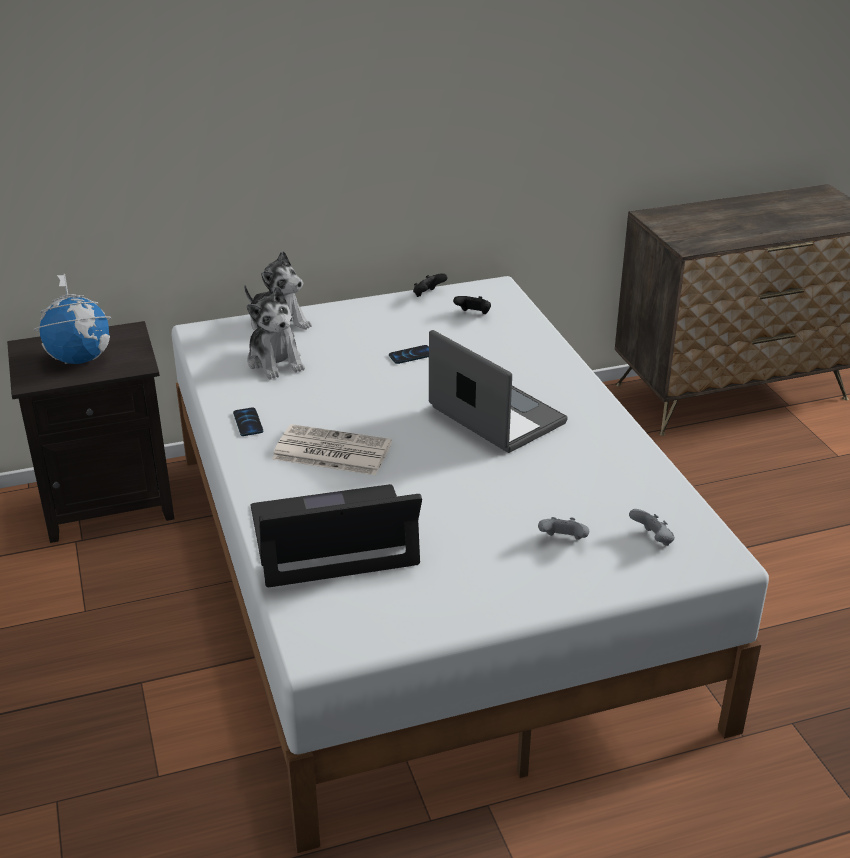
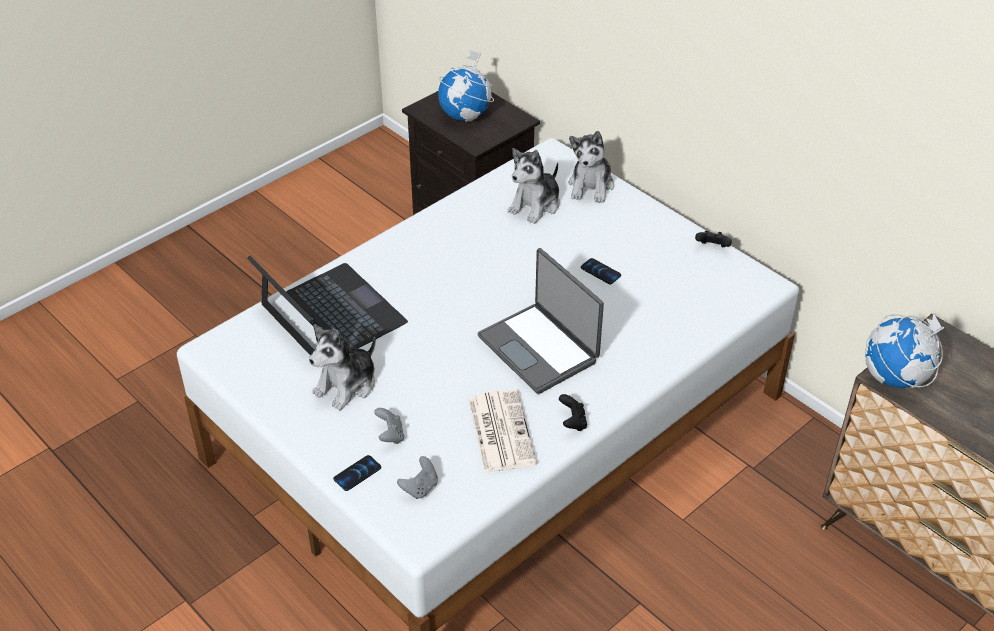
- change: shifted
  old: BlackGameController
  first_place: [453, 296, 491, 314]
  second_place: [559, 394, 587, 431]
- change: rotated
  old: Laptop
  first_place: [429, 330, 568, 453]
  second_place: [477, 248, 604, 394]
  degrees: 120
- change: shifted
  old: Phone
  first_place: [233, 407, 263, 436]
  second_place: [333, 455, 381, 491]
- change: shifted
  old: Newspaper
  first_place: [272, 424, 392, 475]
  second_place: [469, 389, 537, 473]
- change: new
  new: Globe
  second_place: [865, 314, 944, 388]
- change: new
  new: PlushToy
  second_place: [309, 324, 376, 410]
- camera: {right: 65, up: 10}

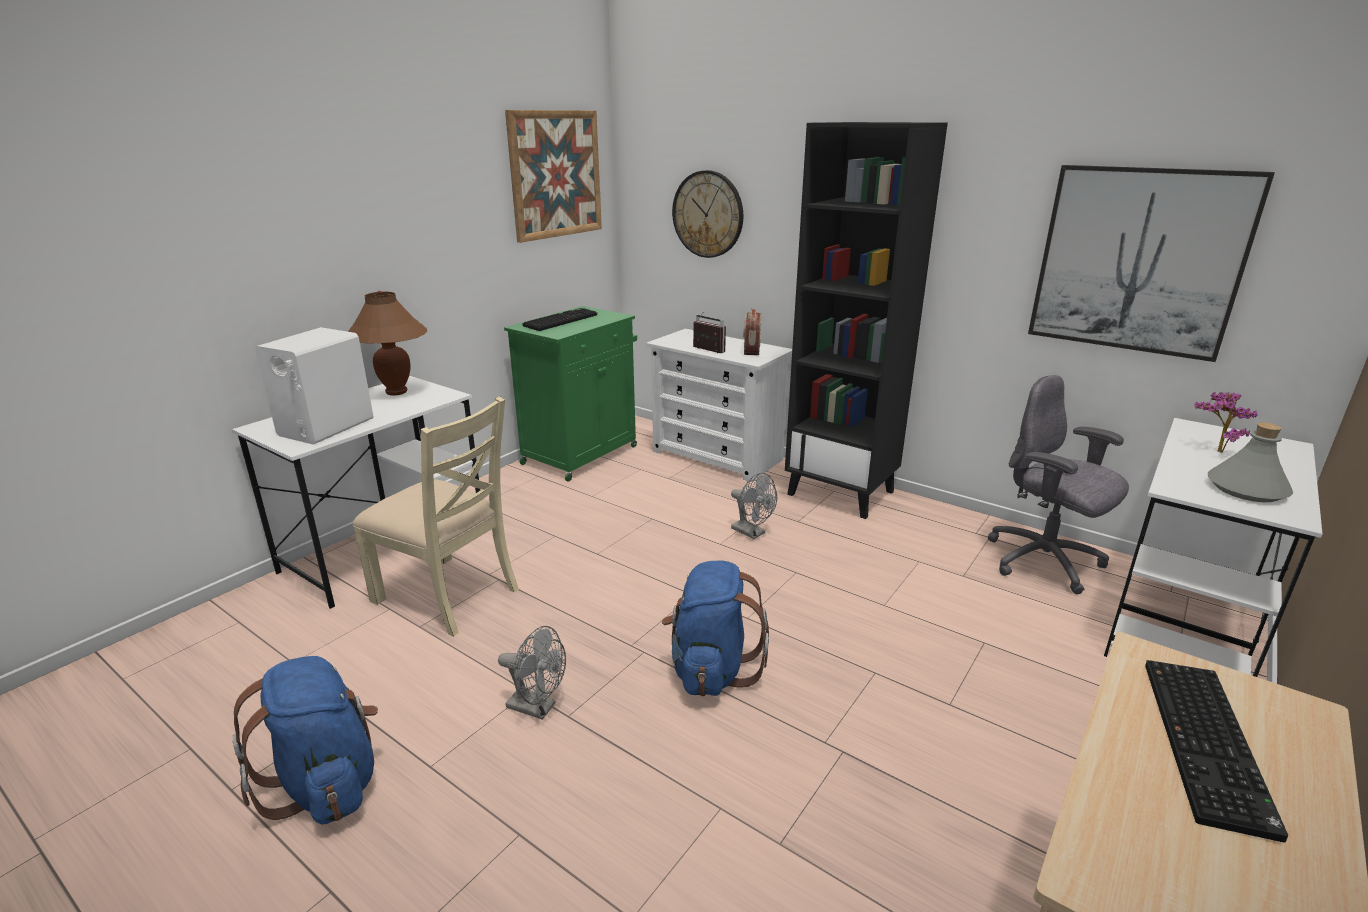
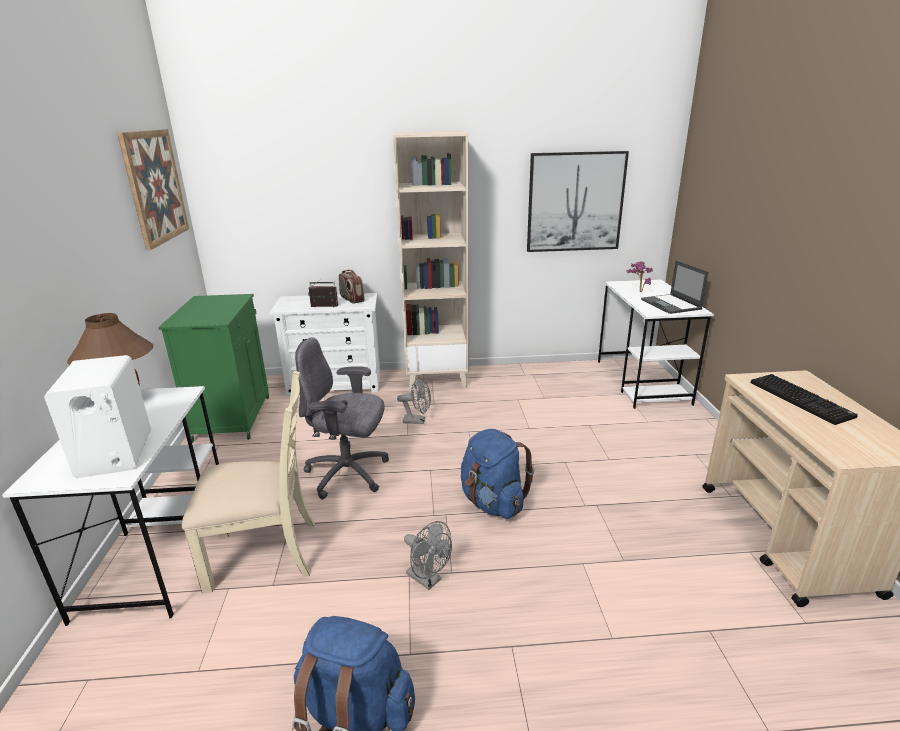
- change: repainted
  old: BlackBookcase
  new: BeigeBookcase
  first_place: [785, 122, 948, 519]
  second_place: [393, 131, 469, 391]
- change: gone
  old: WallClock
  first_place: [672, 170, 743, 258]
- change: gone
  old: Keyboard
  first_place: [523, 308, 597, 331]
- change: shifted
  old: GreyOfficeChair
  first_place: [988, 375, 1129, 594]
  second_place: [295, 337, 389, 500]
- change: swapped
  old: GreyBottle
  new: Laptop
  first_place: [1208, 422, 1293, 502]
  second_place: [641, 261, 708, 314]
- change: rotated
  old: GreyFan
  first_place: [498, 626, 566, 720]
  second_place: [404, 521, 452, 590]
  degrees: 60
- camera: {right: -40, up: 0}

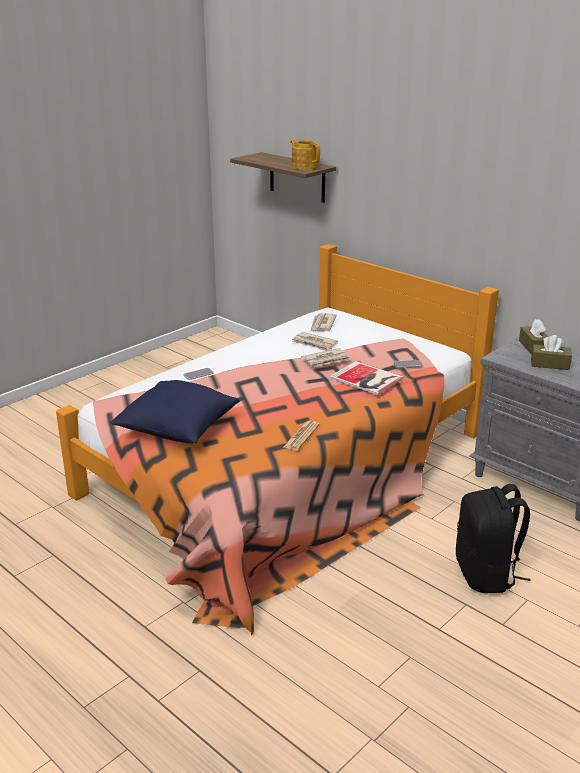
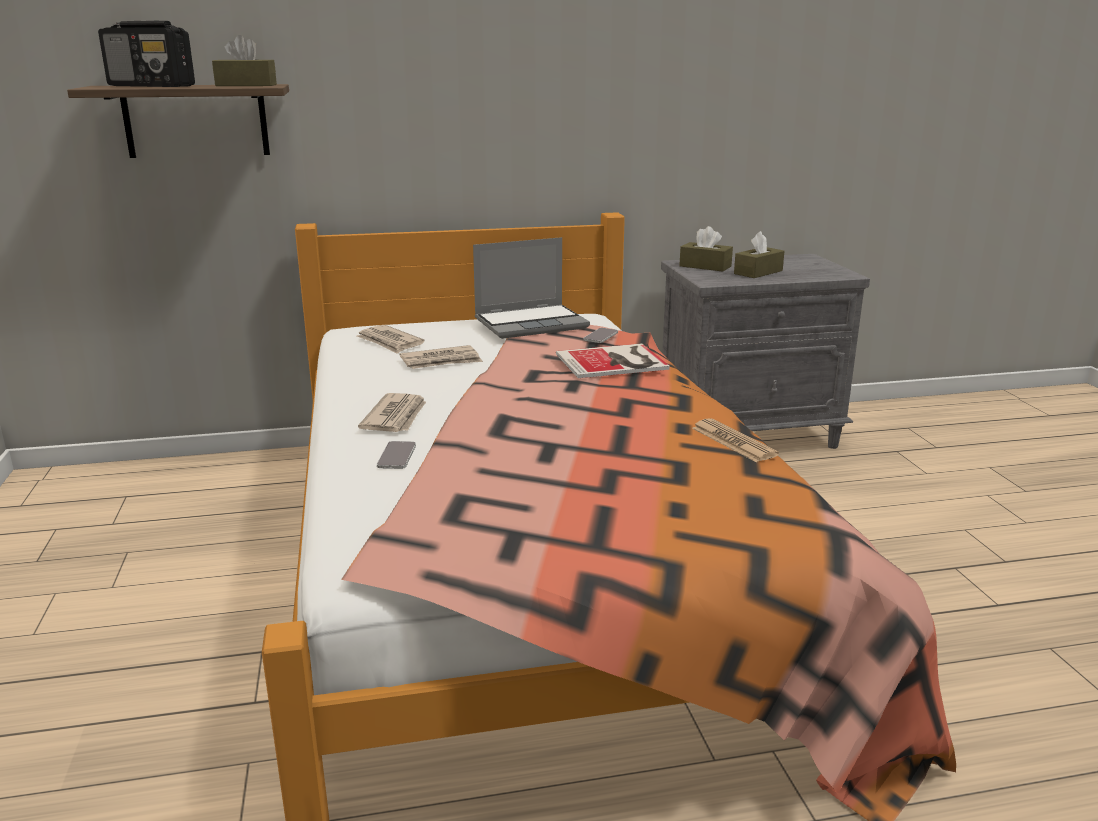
- change: swapped
  old: Teapot
  new: BrownTissueBox
  first_place: [290, 140, 320, 170]
  second_place: [212, 35, 277, 86]
- change: shifted
  old: Newspaper
  first_place: [301, 348, 351, 367]
  second_place: [358, 393, 426, 432]
- change: gone
  old: BluePillow
  first_place: [110, 380, 240, 444]
- change: gone
  old: BlackBackpack
  first_place: [456, 484, 531, 593]
- change: new
  new: Radio
  second_place: [98, 21, 195, 87]
- change: new
  new: Laptop
  second_place: [473, 237, 590, 339]
- camera: {right: -55, up: -5}

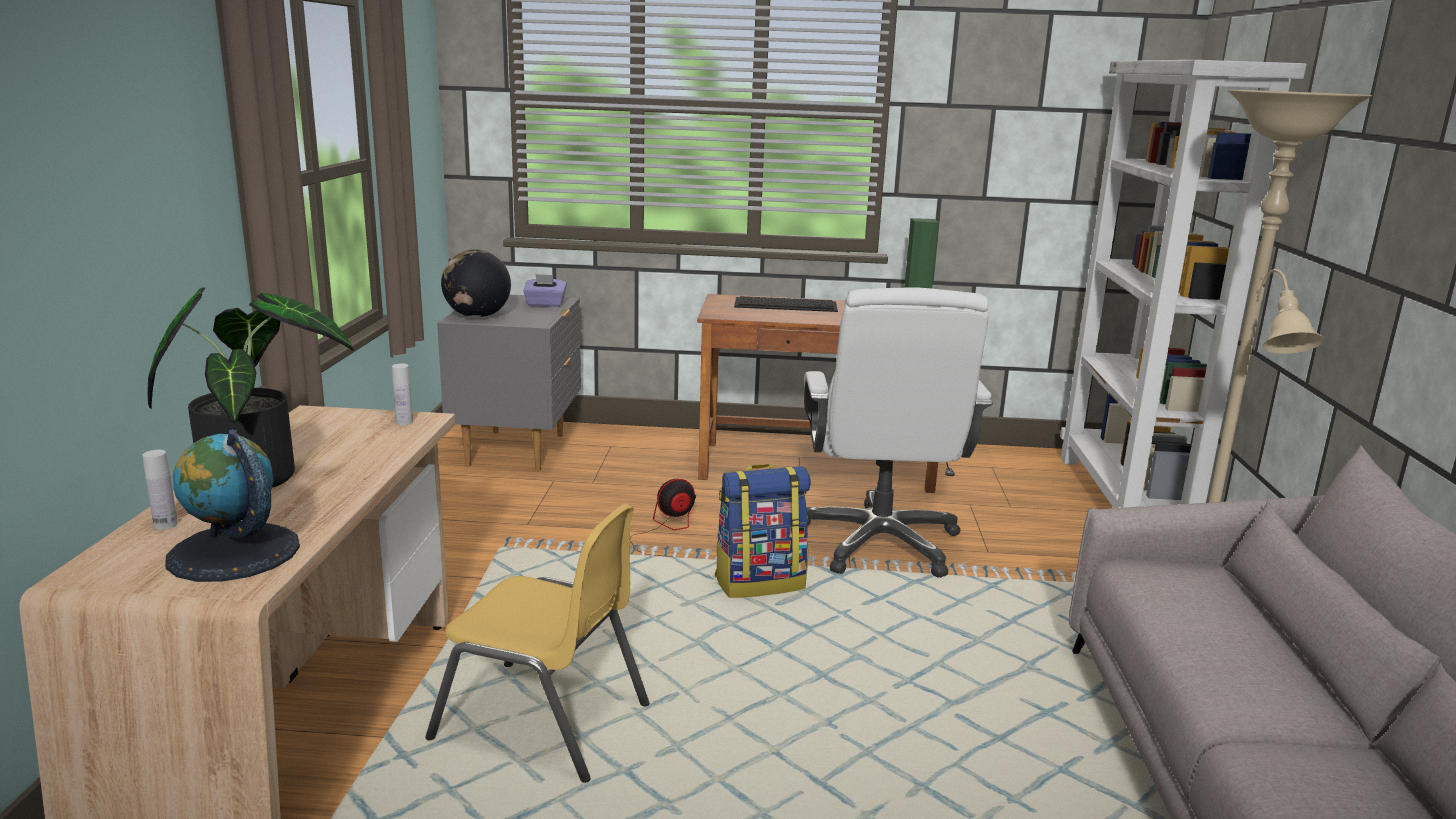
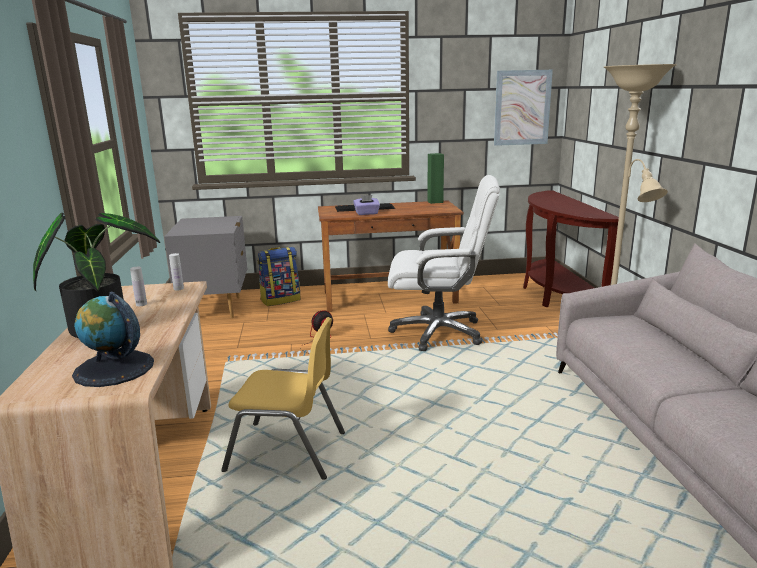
- change: swapped
  old: WhiteBookcase
  new: BrownConsoleTable
  first_place: [1060, 60, 1307, 508]
  second_place: [523, 190, 619, 307]
- change: gone
  old: Globe
  first_place: [441, 250, 511, 318]
- change: shifted
  old: PurpleTissueBox
  first_place: [523, 274, 567, 307]
  second_place: [353, 195, 380, 215]
- change: rotated
  old: WhiteOfficeChair
  first_place: [804, 288, 993, 578]
  second_place: [388, 175, 500, 351]
  degrees: -75
- change: shifted
  old: WhiteBottle
  first_place: [142, 450, 178, 530]
  second_place: [130, 267, 147, 306]
- change: shifted
  old: Backpack
  first_place: [715, 464, 811, 598]
  second_place: [258, 247, 300, 306]
- change: new
  new: Picture
  second_place: [494, 70, 553, 146]
- camera: {right: -10, up: 0}

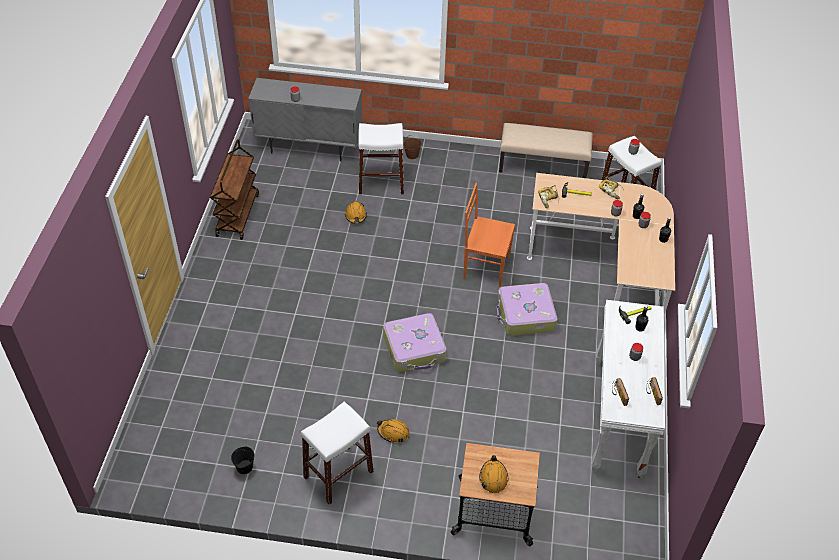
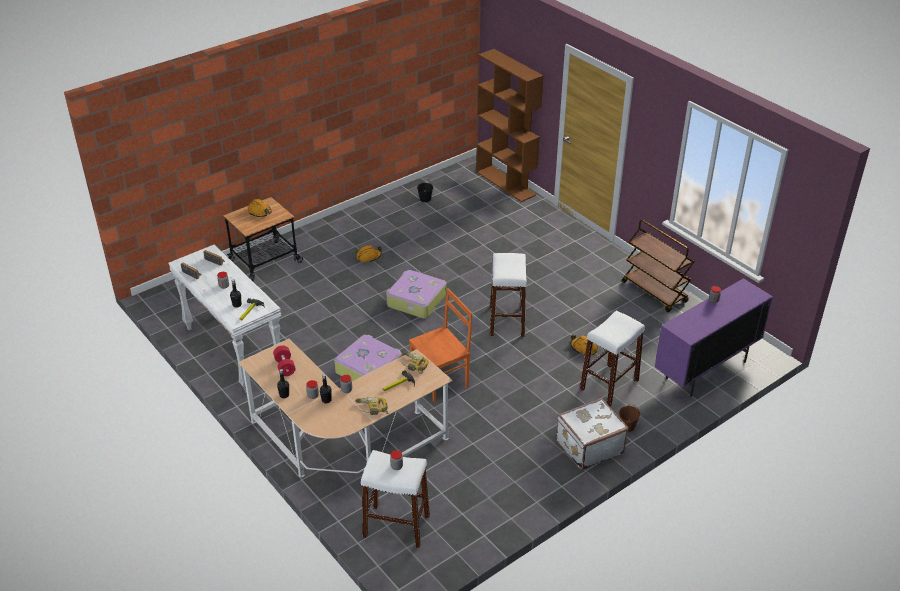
- change: repainted
  old: GreyCabinet
  new: PurpleCabinet
  first_place: [248, 78, 362, 161]
  second_place: [655, 278, 773, 397]
- change: gone
  old: BeigeBench
  first_place: [499, 123, 593, 178]
- change: shifted
  old: WhiteStool
  first_place: [301, 401, 374, 505]
  second_place: [490, 253, 527, 337]
- change: new
  new: BrownBookcase
  second_place: [476, 49, 544, 202]
- change: new
  new: RedDumbbell
  second_place: [273, 346, 296, 376]
- change: new
  new: WhiteSuitcase
  second_place: [556, 397, 629, 470]
- camera: {right: 135, up: -10}

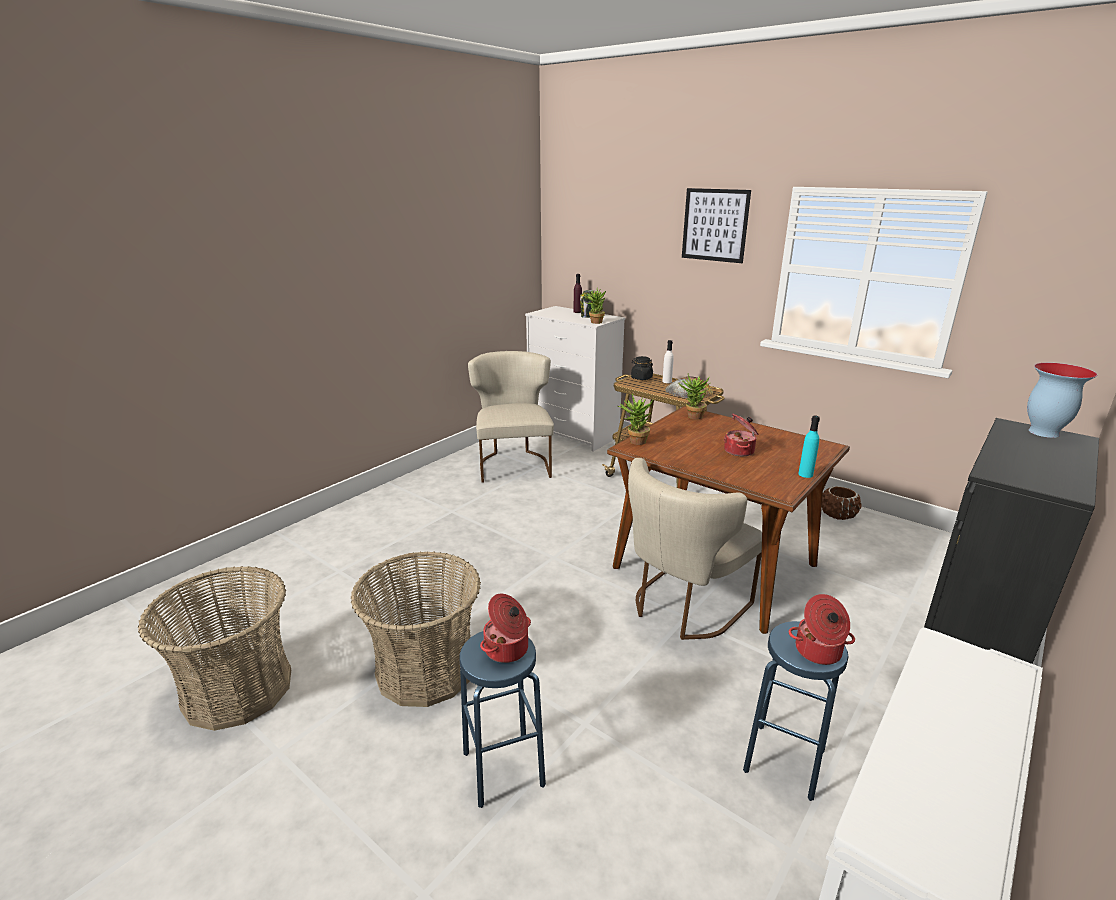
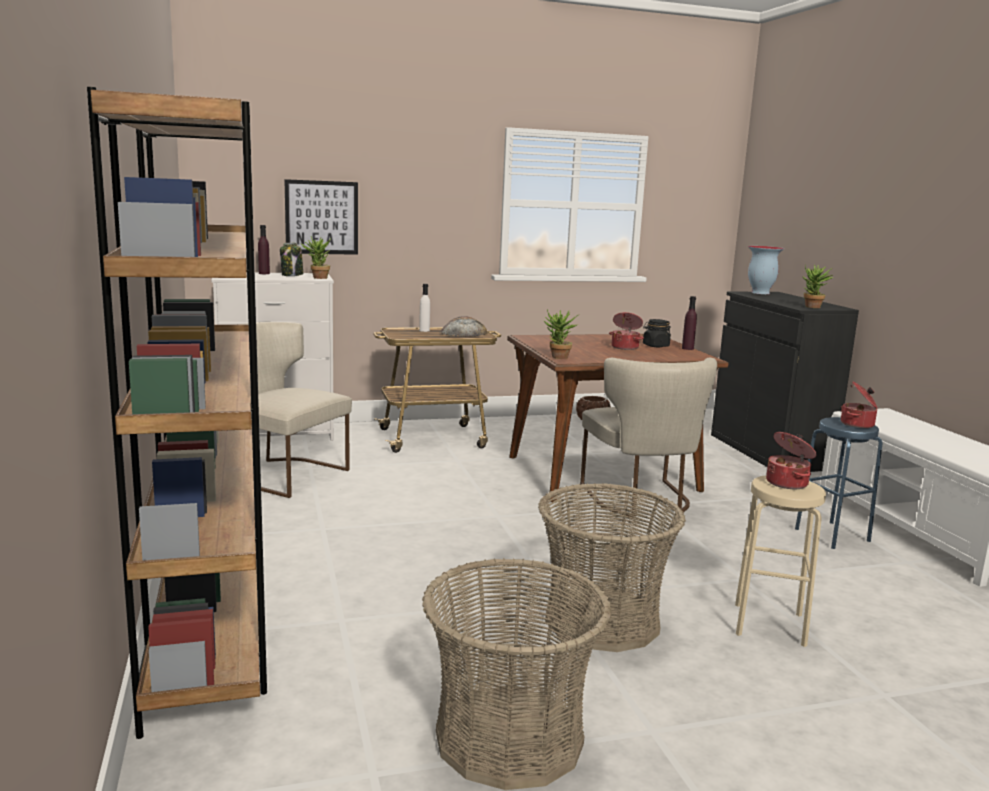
- change: shifted
  old: Picture
  first_place: [682, 188, 751, 263]
  second_place: [285, 179, 358, 255]
- change: shifted
  old: BlackJar
  first_place: [631, 356, 653, 380]
  second_place: [643, 319, 671, 347]
- change: shifted
  old: PottedPlant
  first_place: [678, 374, 710, 419]
  second_place: [802, 265, 833, 308]
- change: repainted
  old: TurquoiseBottle
  new: PurpleBottle
  first_place: [798, 416, 820, 478]
  second_place: [682, 296, 697, 350]
- change: repainted
  old: BlueStool
  new: BeigeStool
  first_place: [460, 631, 546, 808]
  second_place: [735, 475, 826, 647]
- change: new
  new: BrownBookcase
  second_place: [87, 87, 267, 739]
- camera: {right: -55, up: -10}

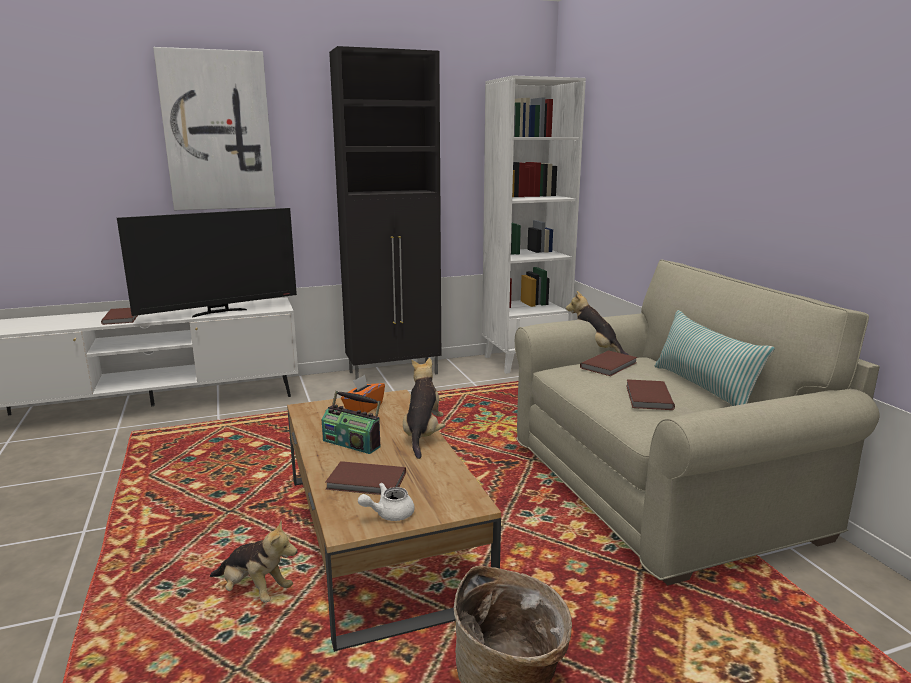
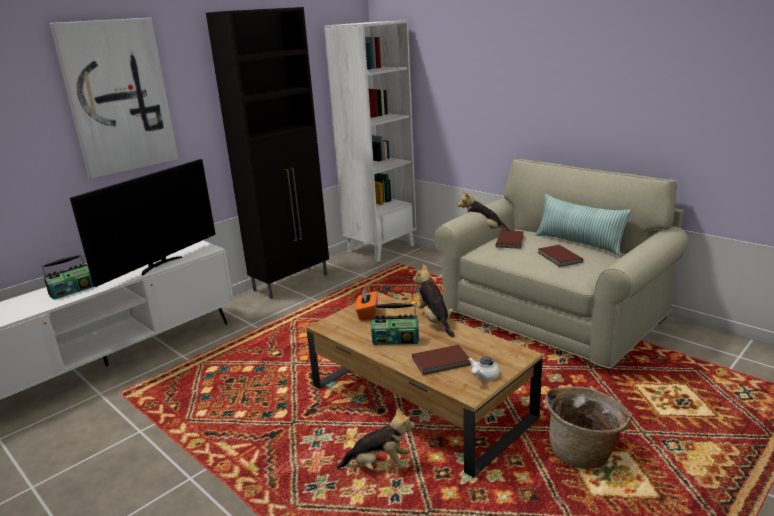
- change: swapped
  old: BrownBook
  new: Radio
  first_place: [101, 308, 138, 325]
  second_place: [42, 255, 94, 300]
- camera: {right: -25, up: 5}

